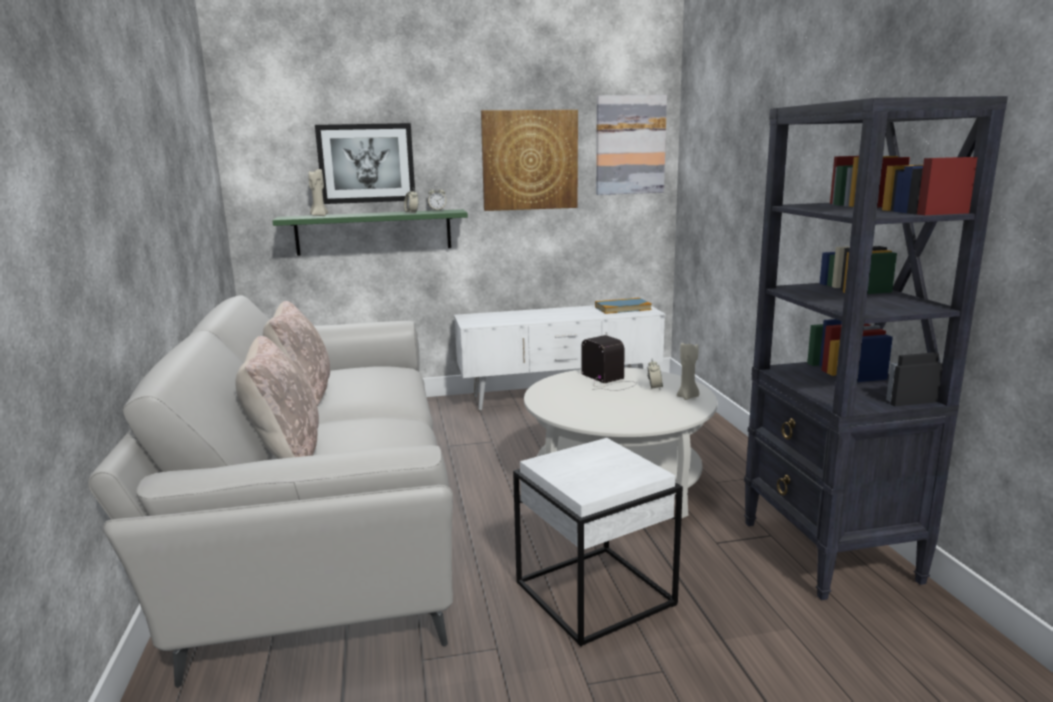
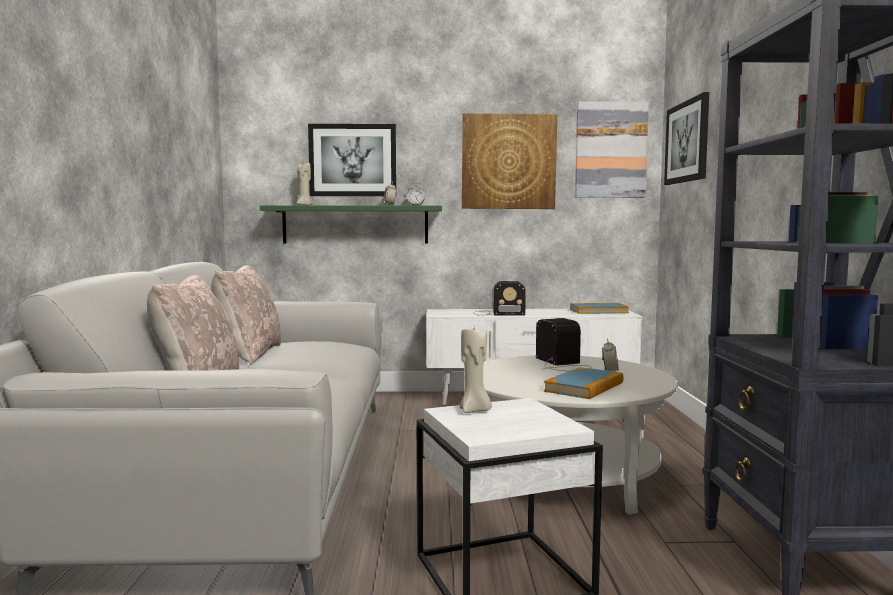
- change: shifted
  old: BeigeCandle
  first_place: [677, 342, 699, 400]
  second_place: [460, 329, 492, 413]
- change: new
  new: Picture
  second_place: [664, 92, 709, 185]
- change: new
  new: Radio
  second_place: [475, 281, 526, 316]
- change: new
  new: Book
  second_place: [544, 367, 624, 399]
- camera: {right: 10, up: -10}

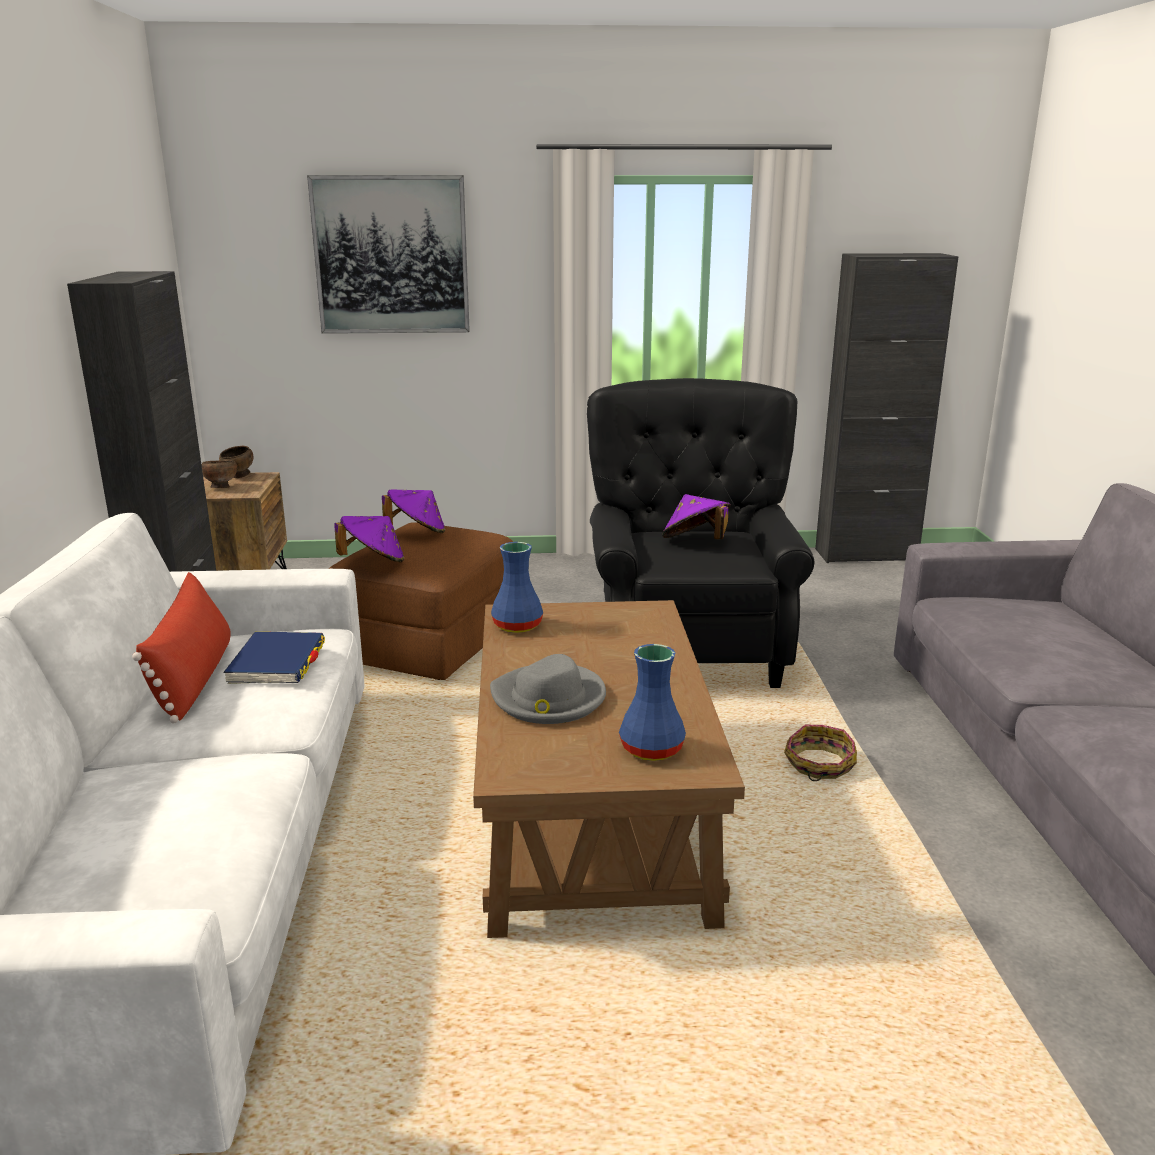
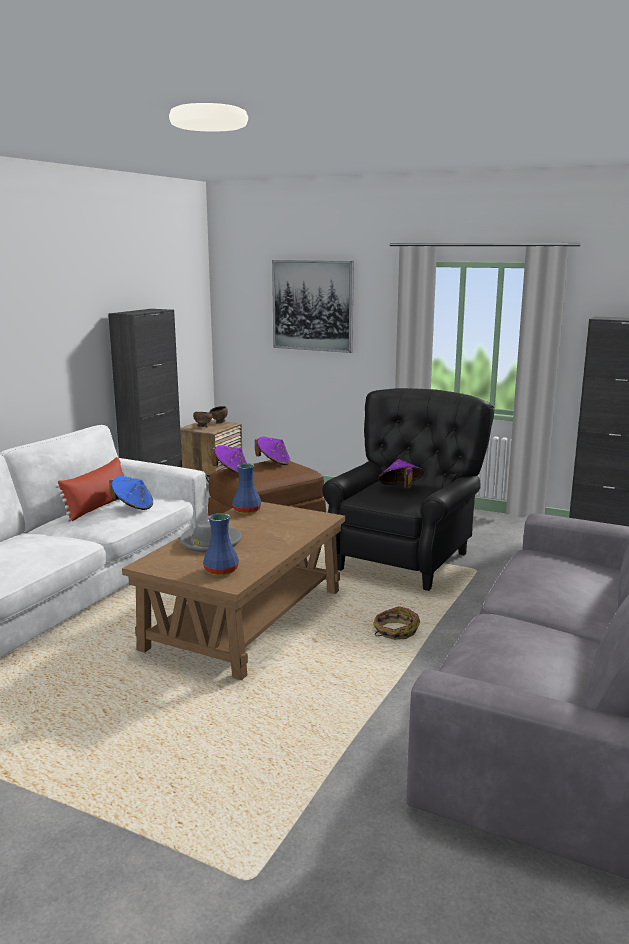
- change: swapped
  old: BlueBook
  new: BlueHat
  first_place: [224, 632, 325, 684]
  second_place: [109, 476, 153, 510]
- camera: {right: 30, up: -5}

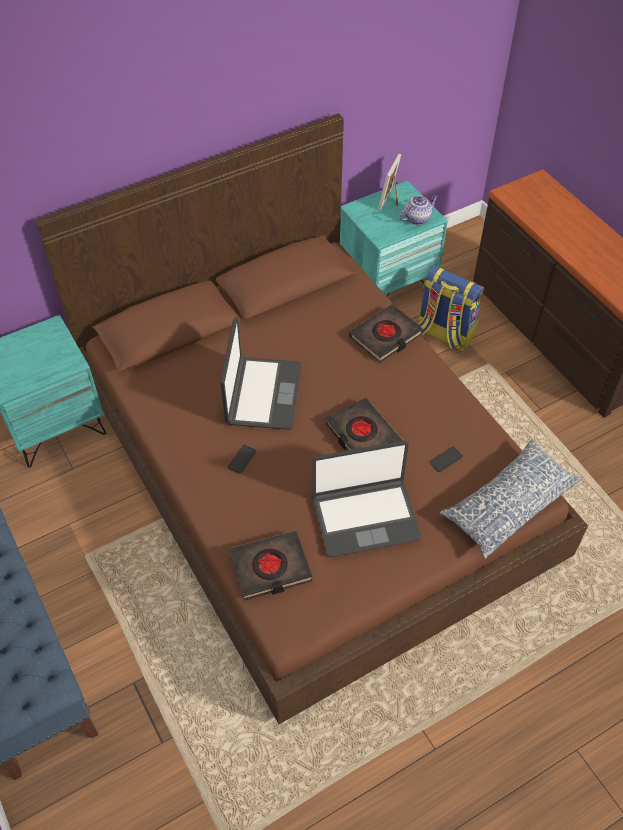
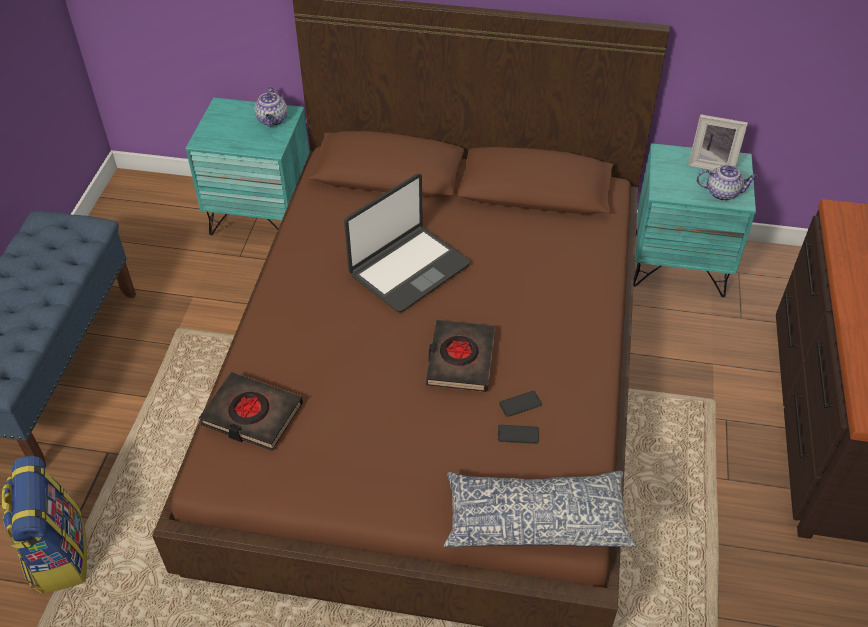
- change: rotated
  old: PictureFrame
  first_place: [378, 154, 402, 211]
  second_place: [688, 114, 748, 170]
  degrees: -135
- change: shifted
  old: Backpack
  first_place: [419, 265, 484, 351]
  second_place: [2, 456, 87, 594]
- change: gone
  old: BlackBook
  first_place: [349, 304, 423, 363]
- change: gone
  old: Laptop
  first_place: [312, 441, 421, 557]
- change: shifted
  old: Phone
  first_place: [228, 445, 256, 474]
  second_place: [499, 391, 542, 417]
- change: new
  new: Teapot
  second_place: [254, 87, 287, 127]
- camera: {right: 40, up: -5}

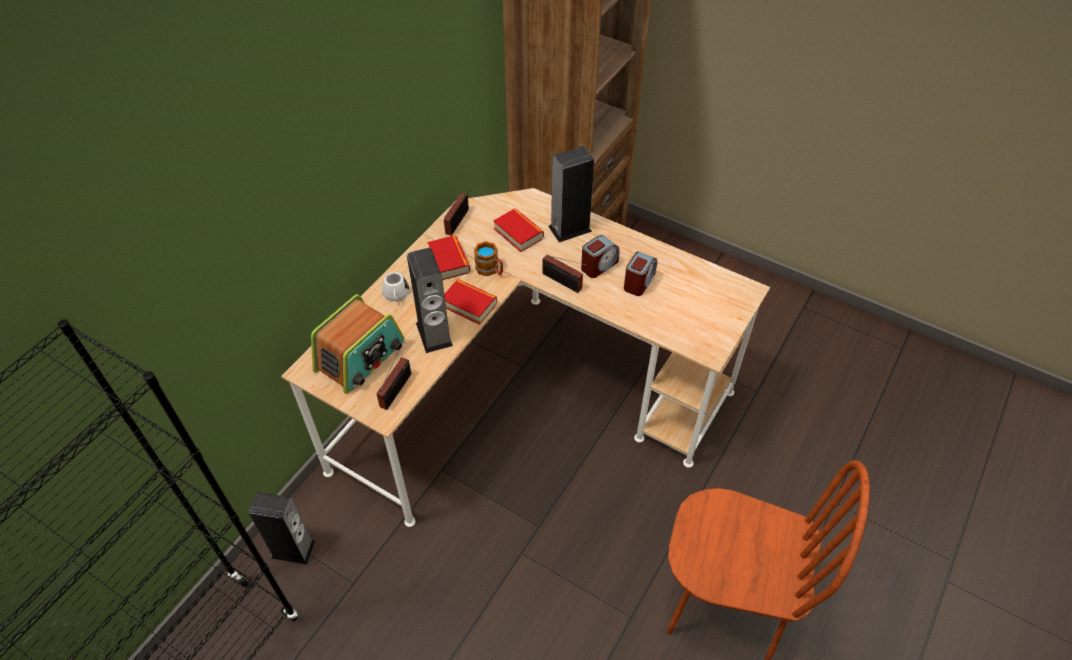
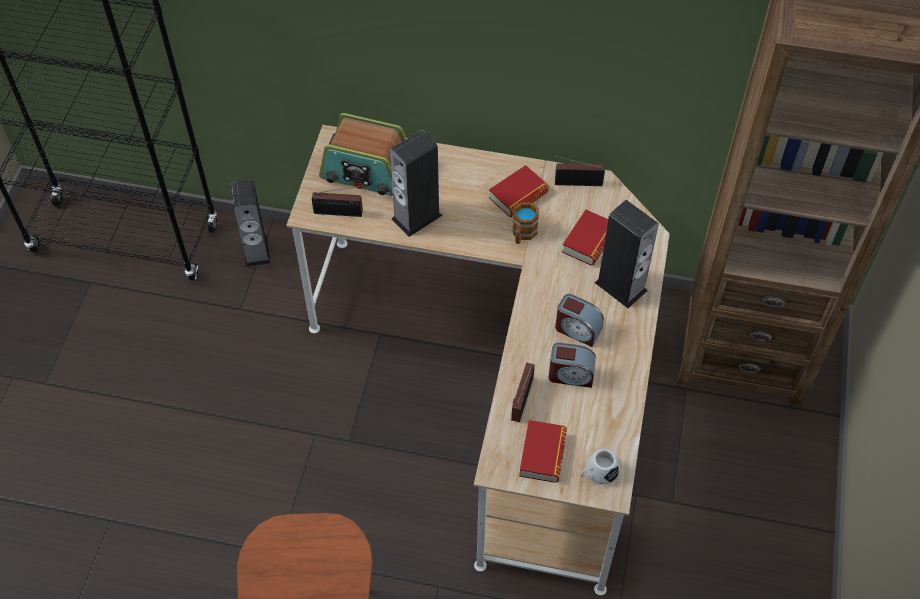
- change: shifted
  old: Radio
  first_place: [542, 255, 587, 293]
  second_place: [511, 363, 535, 422]
- change: shifted
  old: WhiteMug
  first_place: [382, 272, 409, 302]
  second_place: [581, 449, 620, 484]
- change: shifted
  old: Book
  first_place: [444, 279, 497, 325]
  second_place: [519, 420, 567, 483]
- camera: {right: 70, up: 5}

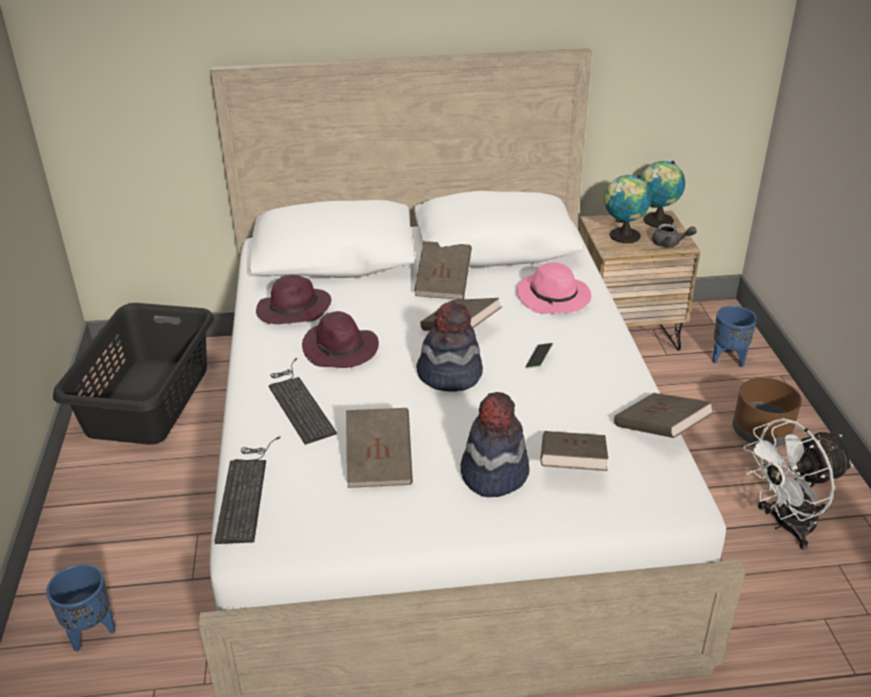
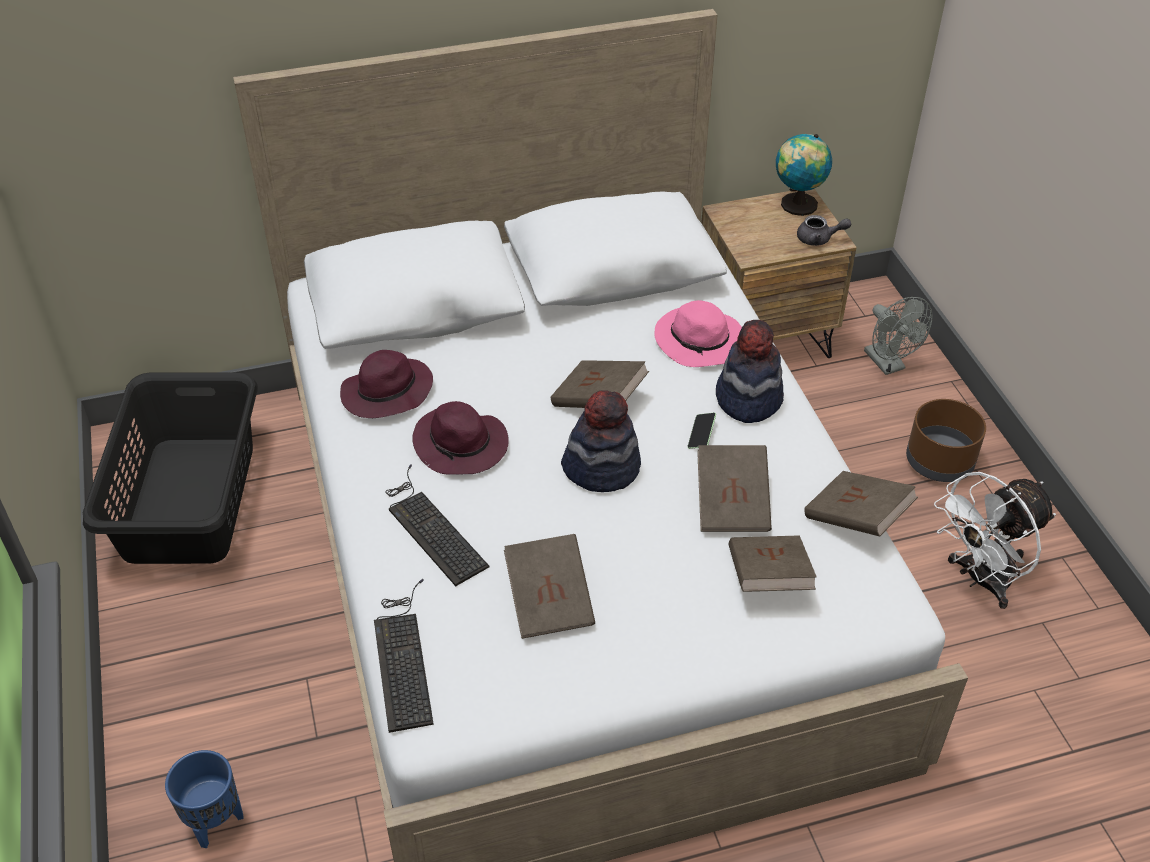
- change: gone
  old: Globe
  first_place: [604, 175, 652, 243]
- change: shifted
  old: BrownBook
  first_place: [414, 241, 472, 300]
  second_place: [697, 445, 772, 532]
- change: swapped
  old: BluePlanter
  new: GreyFan
  first_place: [712, 306, 757, 367]
  second_place: [864, 297, 932, 375]
- change: shifted
  old: Hat
  first_place: [461, 392, 529, 497]
  second_place: [716, 320, 784, 423]
- camera: {right: -10, up: 10}

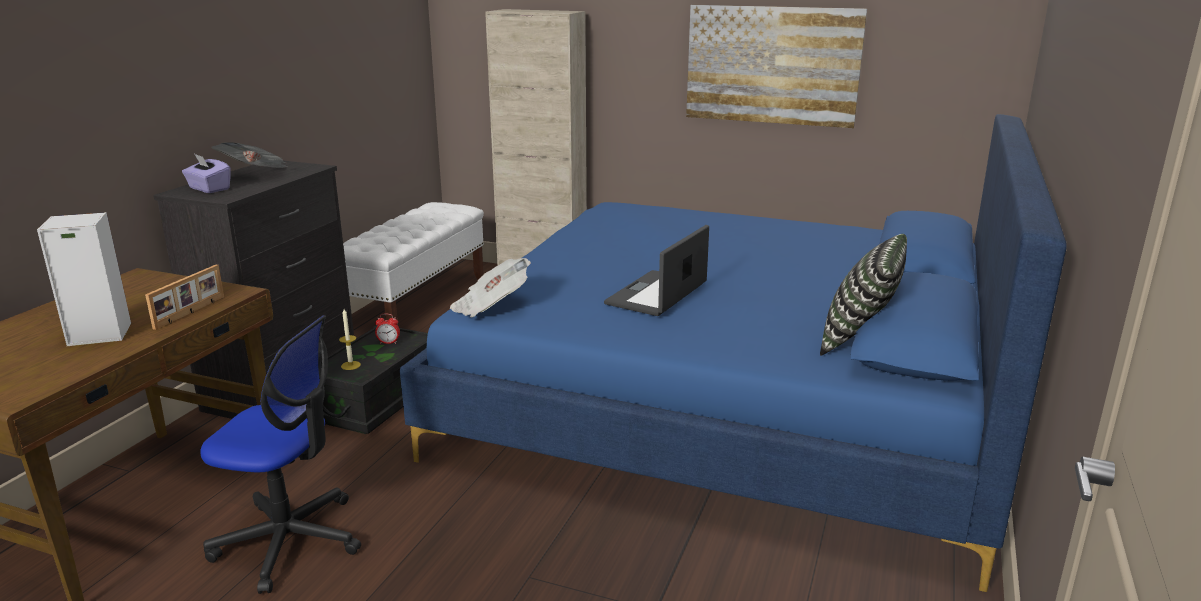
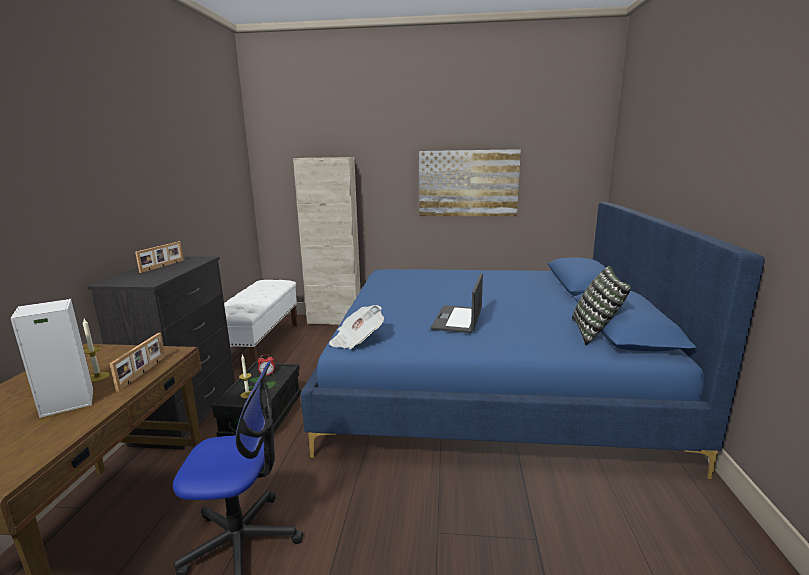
- change: swapped
  old: Newspaper
  new: PictureFrame
  first_place: [211, 142, 288, 168]
  second_place: [135, 241, 184, 273]
- change: gone
  old: PurpleTissueBox
  first_place: [182, 154, 231, 193]
- change: new
  new: Candle
  second_place: [83, 319, 110, 382]
- camera: {right: -15, up: -5}

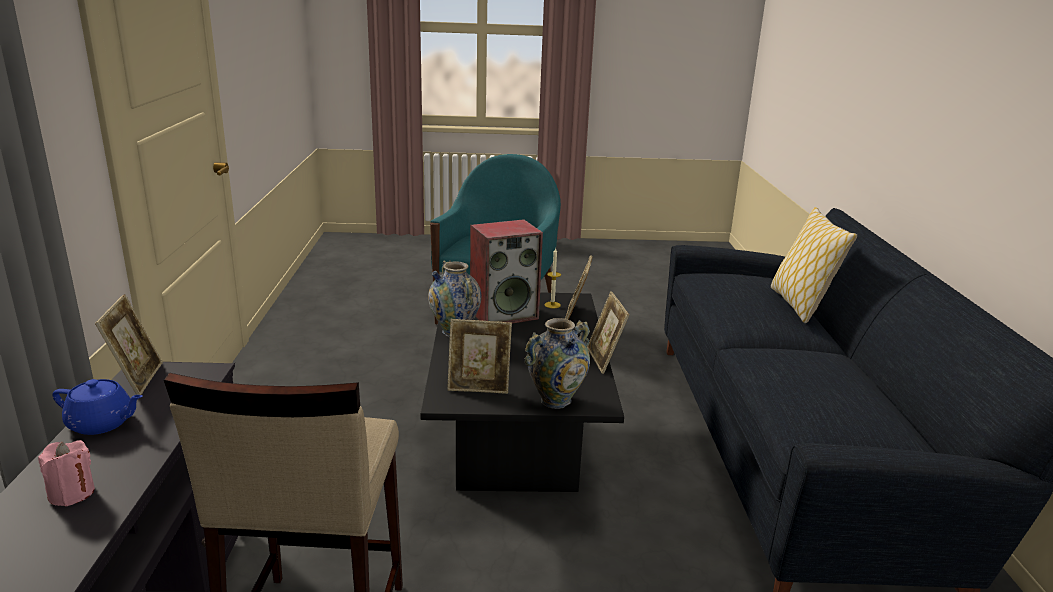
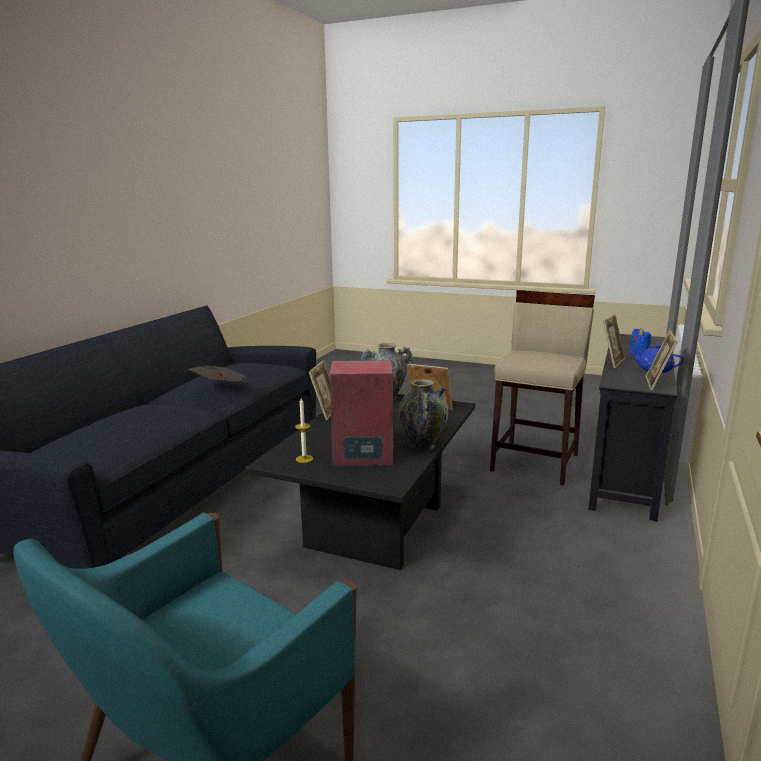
- change: gone
  old: Pillow
  first_place: [771, 207, 857, 323]
- change: shifted
  old: PictureFrame
  first_place: [565, 255, 592, 320]
  second_place: [603, 314, 625, 368]
- change: repainted
  old: PinkCandle
  new: BlueCandle
  first_place: [38, 440, 95, 507]
  second_place: [630, 328, 651, 356]
- change: new
  new: Newspaper
  second_place: [187, 366, 245, 381]
- camera: {right: -155, up: -5}

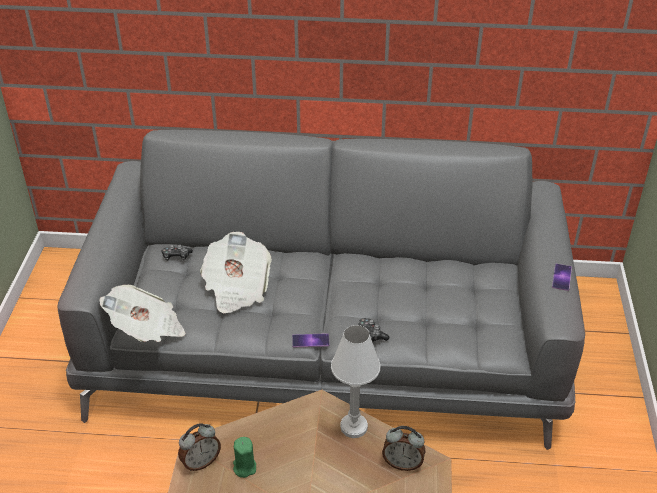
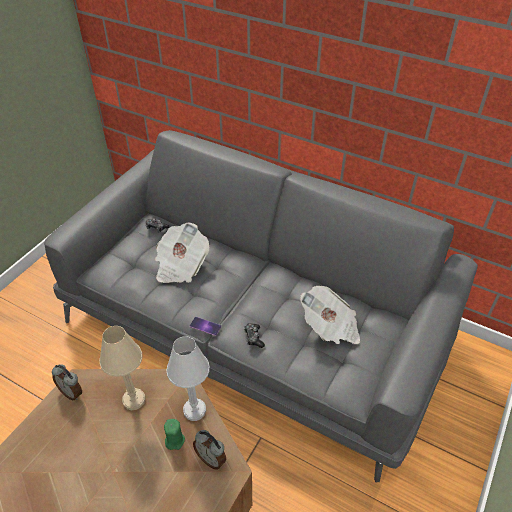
- change: gone
  old: Phone
  first_place: [552, 264, 572, 291]
- change: shifted
  old: Newspaper
  first_place: [99, 284, 186, 342]
  second_place: [300, 286, 360, 344]
- change: rotated
  old: AlarmClock
  first_place: [178, 423, 221, 471]
  second_place: [52, 364, 82, 400]
  degrees: 45
- change: shifted
  old: GreenCandle
  first_place: [233, 437, 256, 478]
  second_place: [164, 419, 185, 450]
- change: new
  new: BeigeTableLamp
  second_place: [100, 326, 145, 410]
- camera: {right: 25, up: 5}

